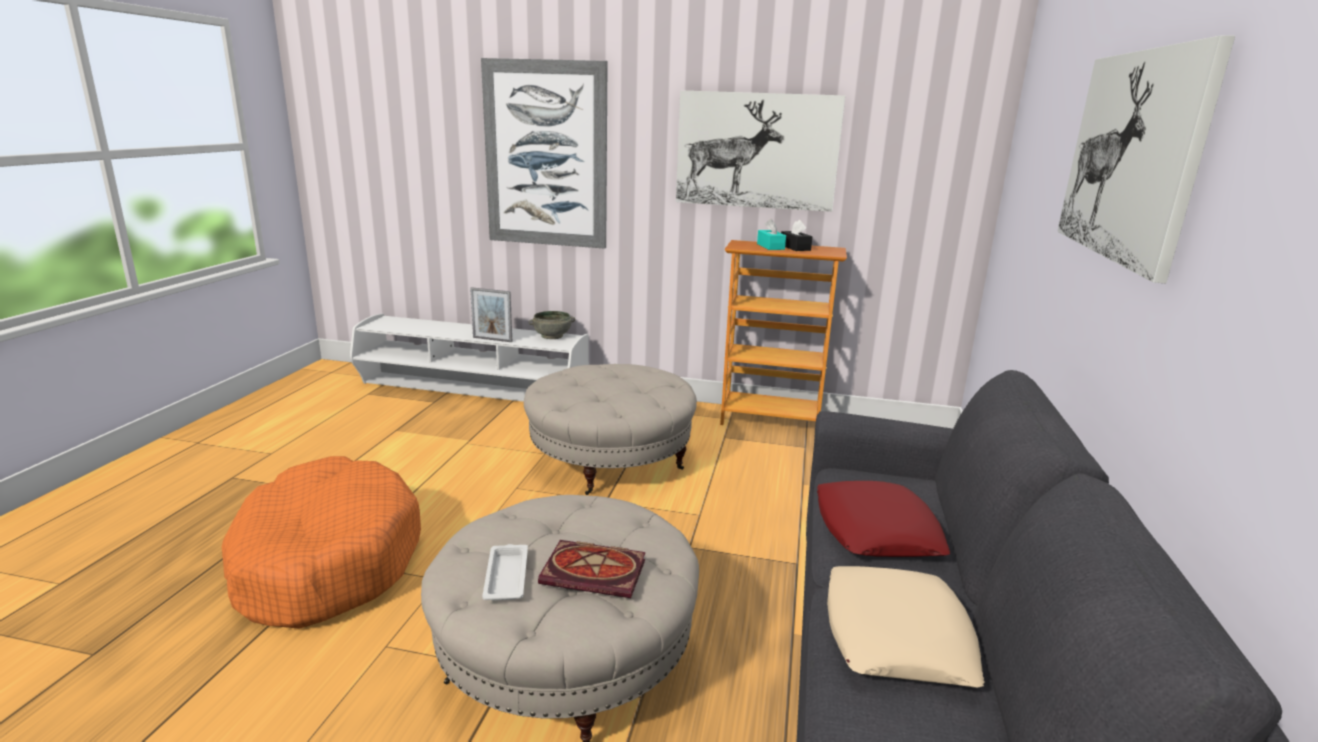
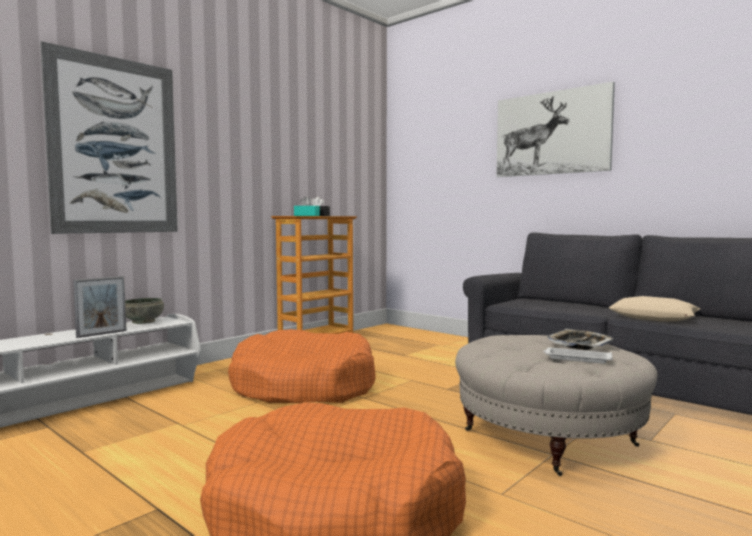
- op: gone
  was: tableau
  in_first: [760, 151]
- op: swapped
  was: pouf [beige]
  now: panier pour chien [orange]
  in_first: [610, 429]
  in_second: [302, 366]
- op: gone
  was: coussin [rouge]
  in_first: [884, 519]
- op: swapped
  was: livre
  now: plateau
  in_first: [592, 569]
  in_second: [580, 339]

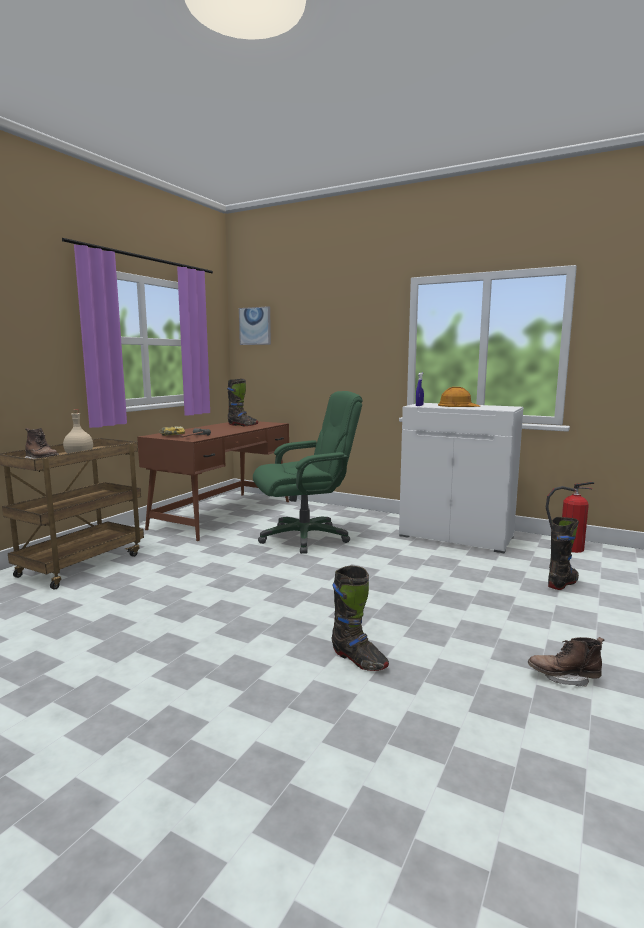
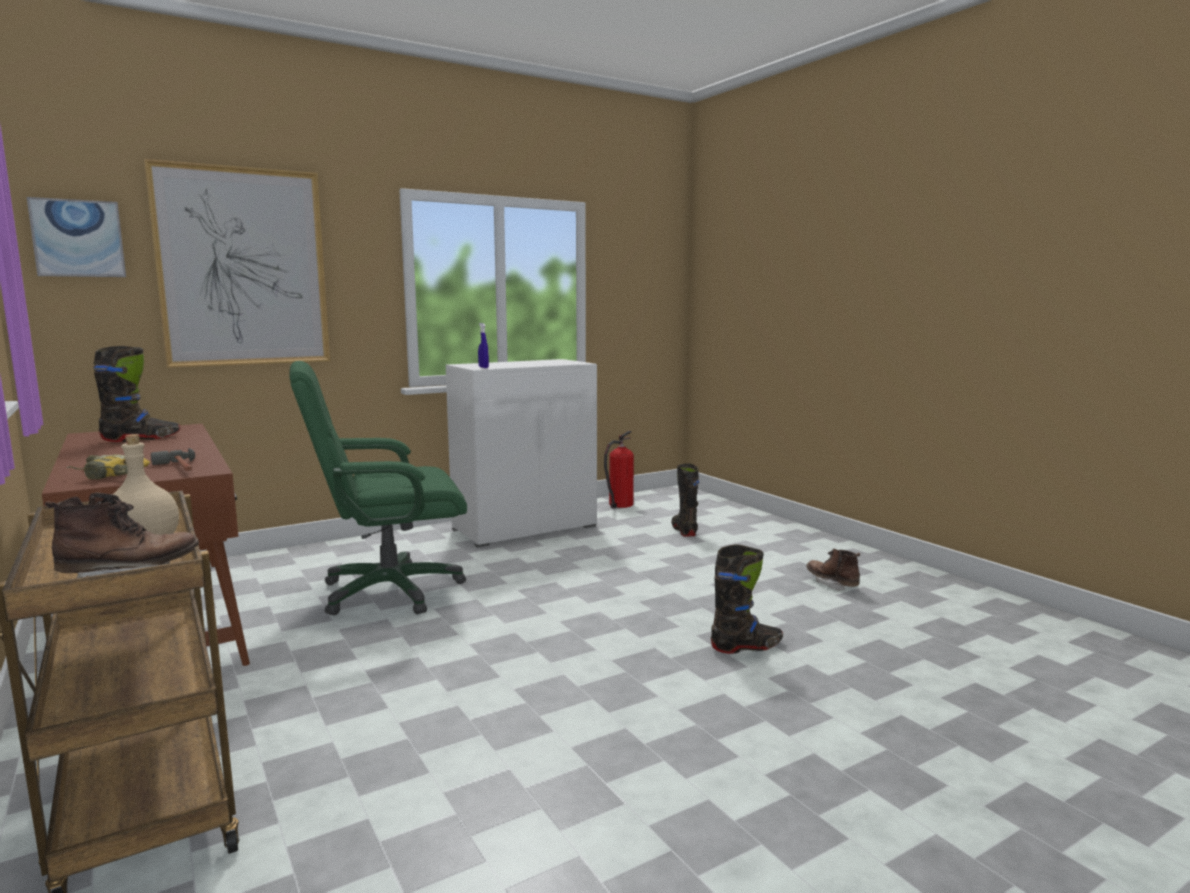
- op: gone
  was: casque de chantier [orange]
  in_first: [459, 397]
- op: rotated
  was: chaise de bureau [vert]
  in_first: [308, 472]
  in_second: [378, 488]
  clockwise: -120
- op: rotated
  was: botte [marron]
  in_first: [566, 662]
  in_second: [833, 570]
  clockwise: 105
- op: new
  now: tableau
  in_second: [237, 263]

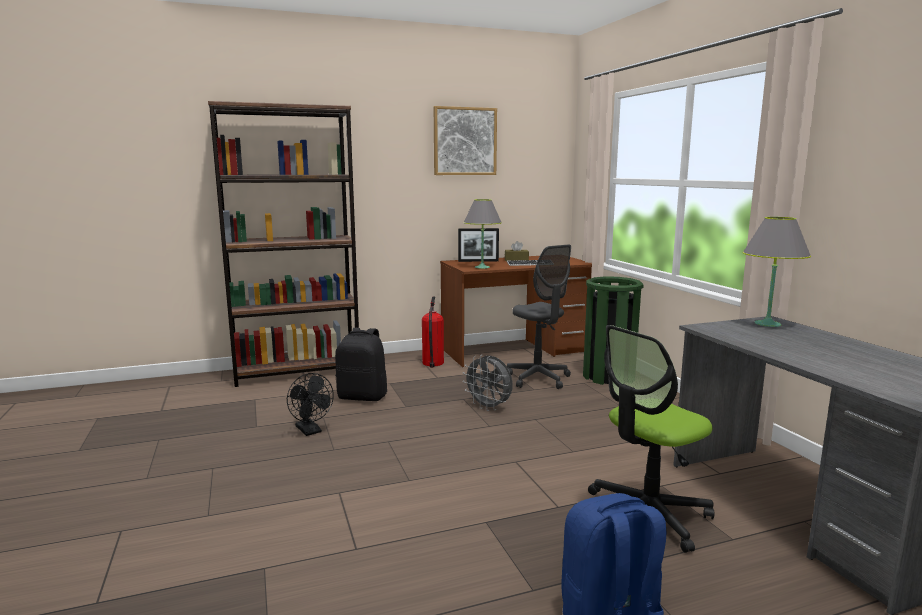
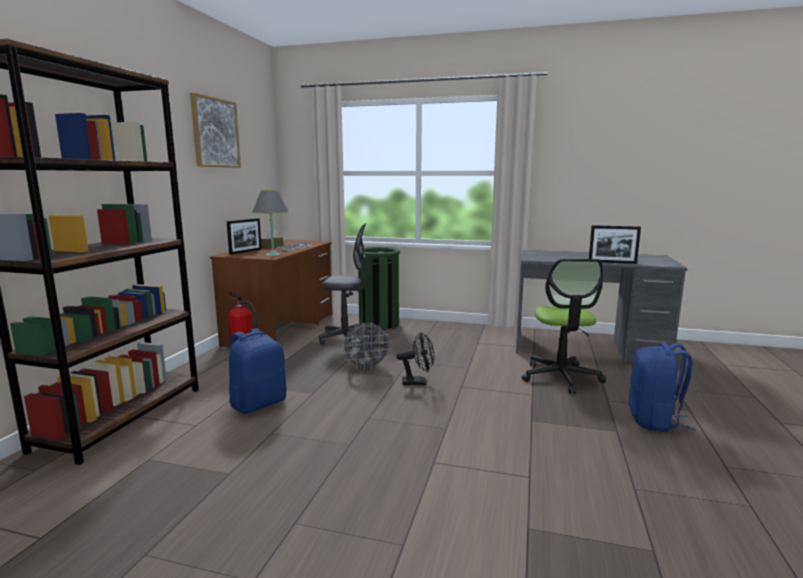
- op: gone
  was: lampe de table [gris]
  in_first: [776, 272]
- op: repainted
  was: sac à dos [noir]
  now: sac à dos [bleu]
  in_first: [361, 364]
  in_second: [257, 371]
- op: shifted
  was: ventilateur [noir]
  in_first: [310, 404]
  in_second: [415, 358]
- op: new
  now: cadre photo
  in_second: [615, 244]

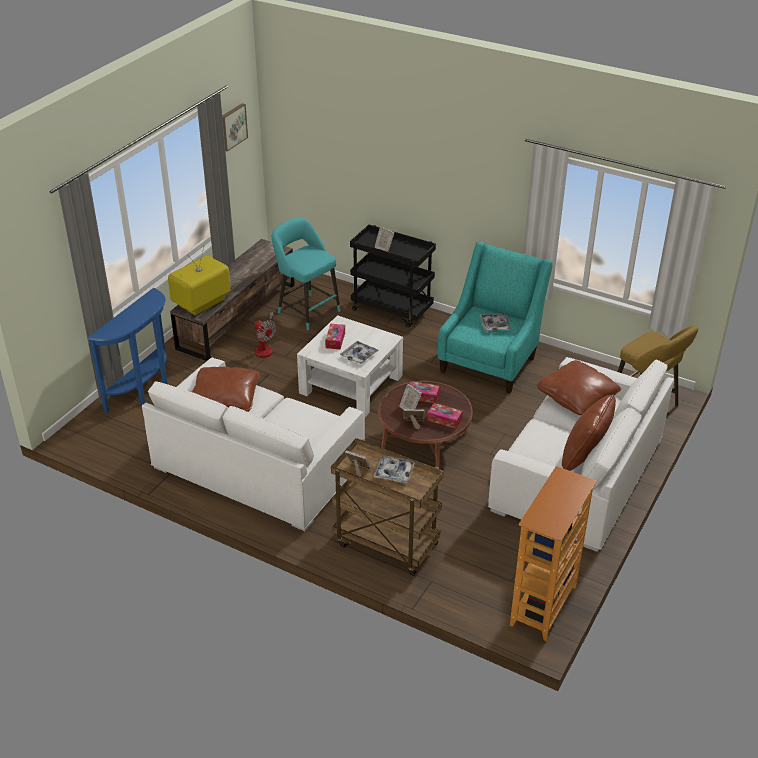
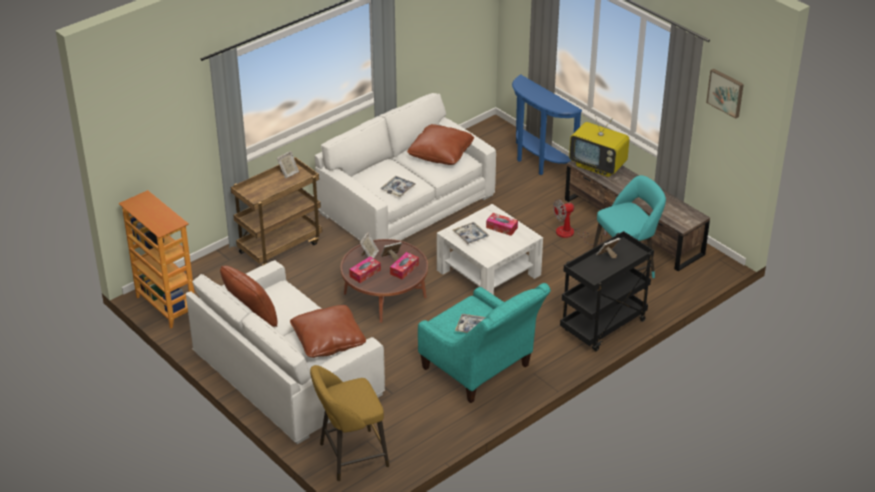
- op: rotated
  was: téléviseur
  in_first: [199, 281]
  in_second: [599, 144]
  clockwise: 150
- op: shifted
  was: plateau
  in_first: [394, 469]
  in_second: [398, 186]

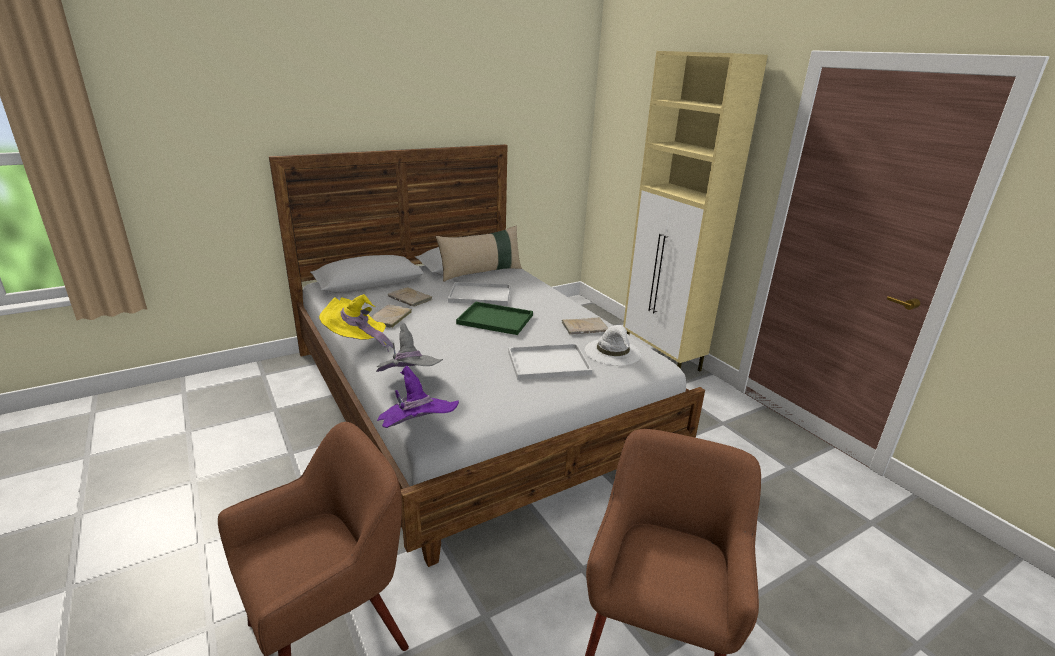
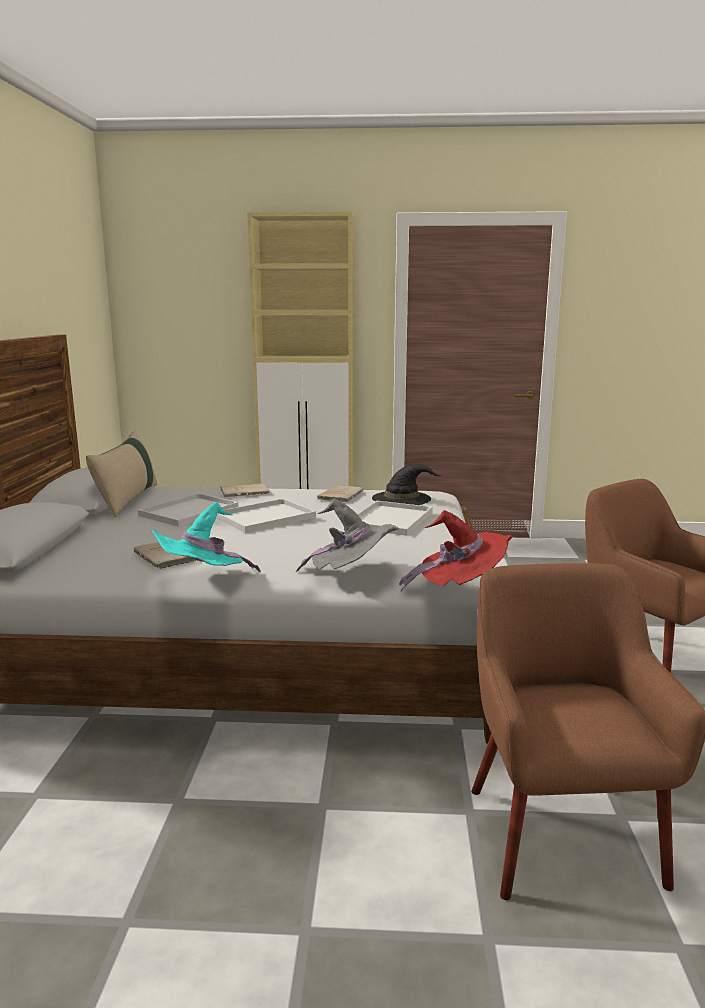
- op: shifted
  was: livre [beige]
  in_first: [410, 297]
  in_second: [244, 490]
- op: repainted
  was: chapeau [jaune]
  now: chapeau [turquoise]
  in_first: [356, 323]
  in_second: [206, 537]
- op: repainted
  was: plateau [vert]
  now: plateau [blanc]
  in_first: [494, 318]
  in_second: [266, 516]
- op: repainted
  was: chapeau [blanc]
  now: chapeau [noir]
  in_first: [613, 345]
  in_second: [407, 484]
- op: repainted
  was: chapeau [violet]
  now: chapeau [rouge]
  in_first: [418, 397]
  in_second: [456, 550]

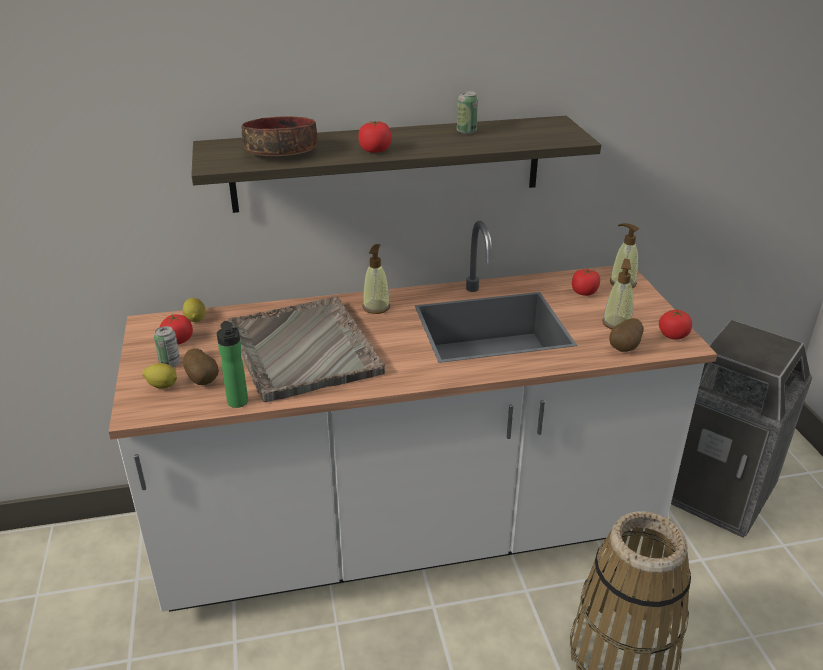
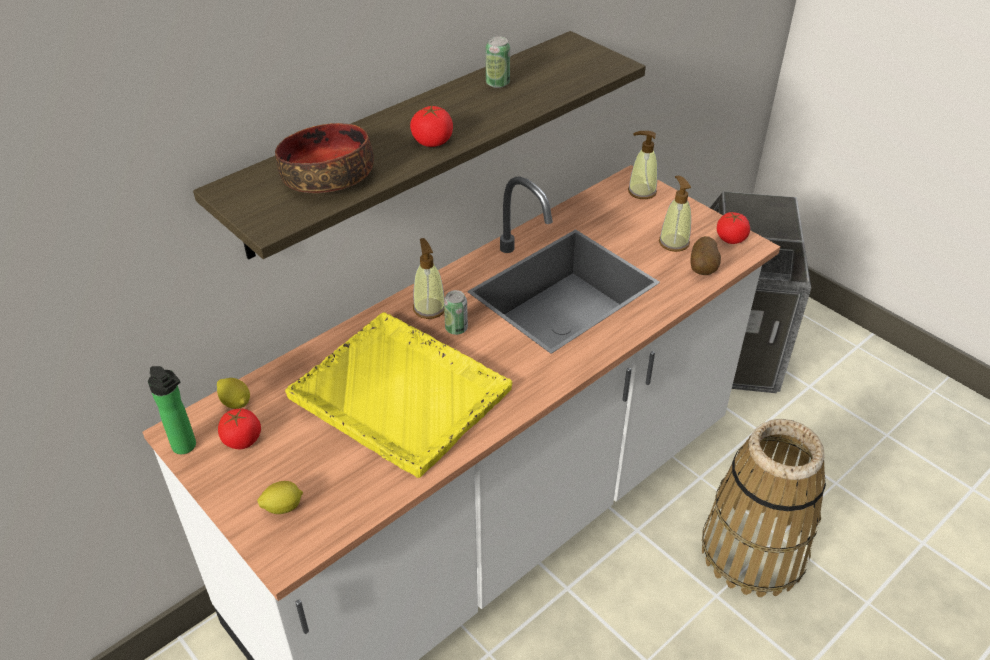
- op: gone
  was: tomate
  in_first: [586, 282]
- op: repainted
  was: plateau [gris]
  now: plateau [jaune]
  in_first: [306, 349]
  in_second: [398, 395]
- op: shifted
  was: bouteille
  in_first: [232, 364]
  in_second: [172, 410]
- op: shifted
  was: boîte métallique
  in_first: [167, 346]
  in_second: [456, 312]
- op: gone
  was: pomme de terre
  in_first: [201, 366]

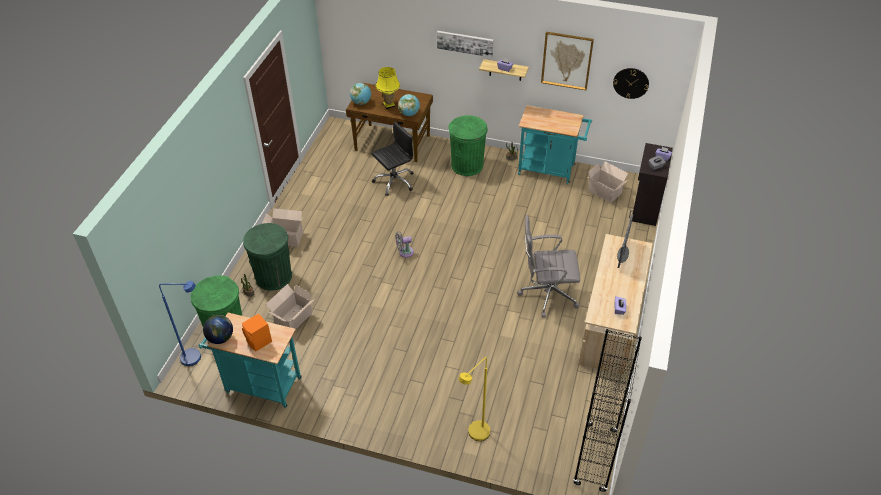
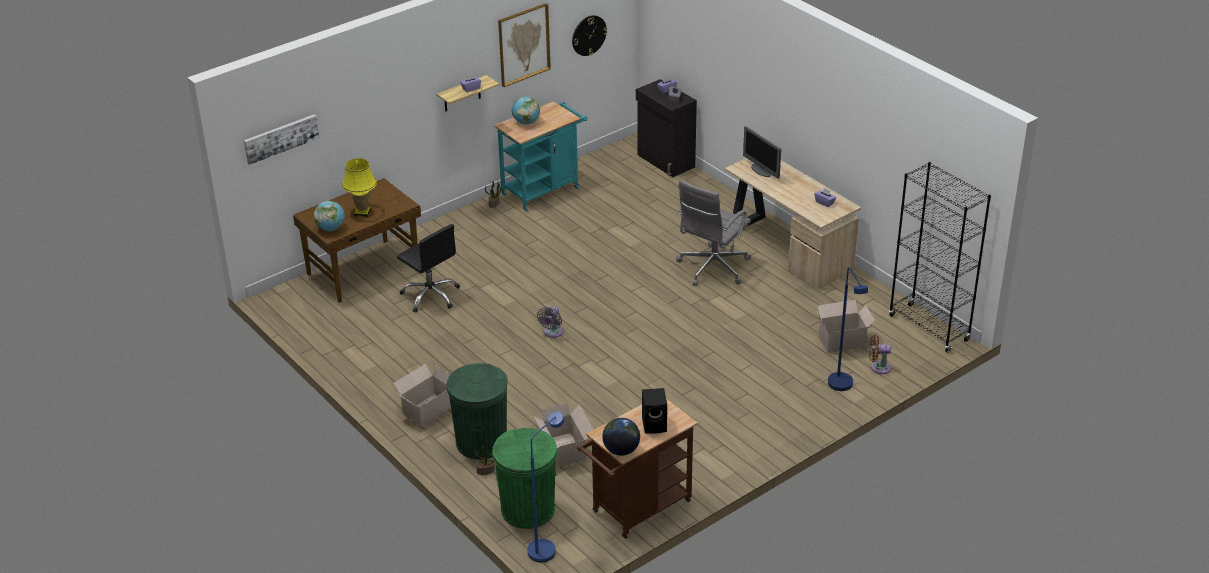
- op: shifted
  was: tableau
  in_first: [465, 44]
  in_second: [281, 139]
- op: shifted
  was: globe
  in_first: [409, 105]
  in_second: [526, 110]
- op: gone
  was: poubelle [vert]
  in_first: [468, 145]
- op: rotated
  was: chaise de bureau [noir]
  in_first: [392, 158]
  in_second: [428, 268]
  clockwise: 135
- op: shifted
  was: carton
  in_first: [608, 182]
  in_second: [846, 326]
- op: repainted
  was: chariot [turquoise]
  now: chariot [marron]
  in_first: [250, 360]
  in_second: [638, 469]
- op: repainted
  was: enceinte [orange]
  now: enceinte [noir]
  in_first: [257, 332]
  in_second: [654, 411]
- op: repainted
  was: lampadaire [jaune]
  now: lampadaire [bleu]
  in_first: [474, 399]
  in_second: [848, 329]
- op: new
  now: ventilateur [marron]
  in_second: [880, 354]

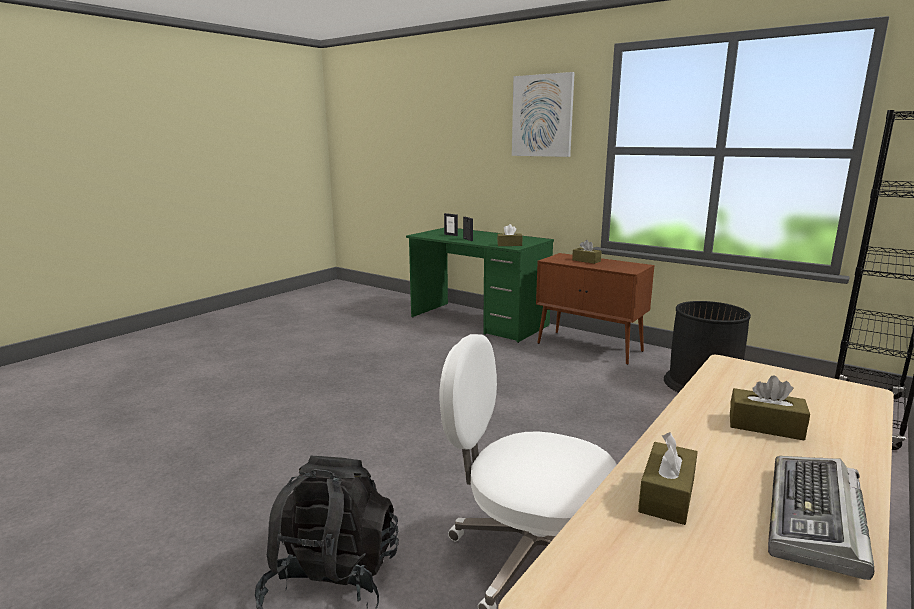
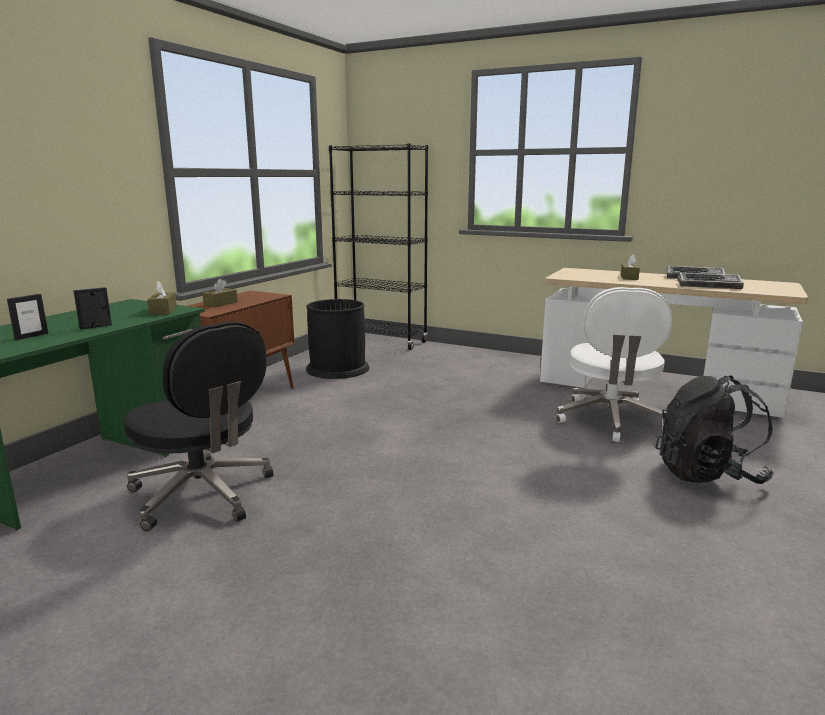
- op: gone
  was: tableau
  in_first: [543, 114]
- op: swapped
  was: boîte à mouchoirs [marron]
  now: clavier
  in_first: [668, 478]
  in_second: [710, 281]
- op: new
  now: chaise de bureau [noir]
  in_second: [198, 426]

